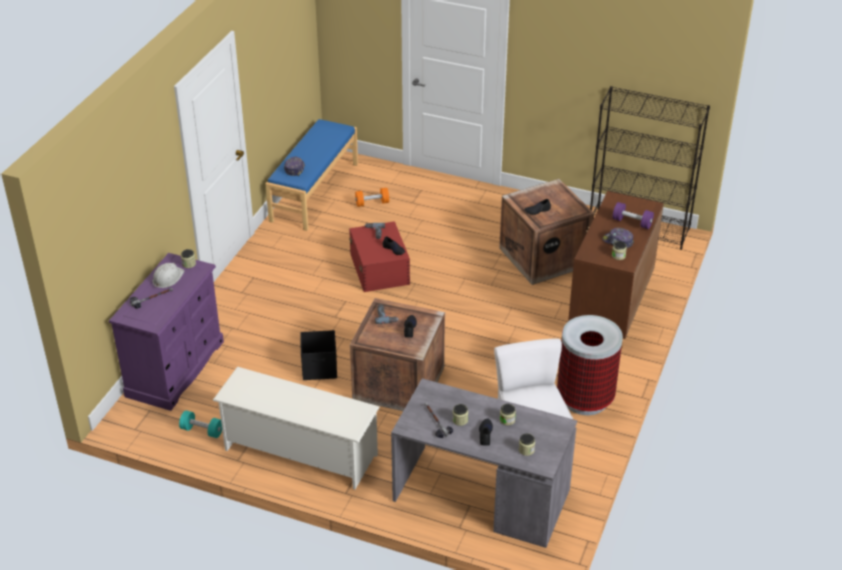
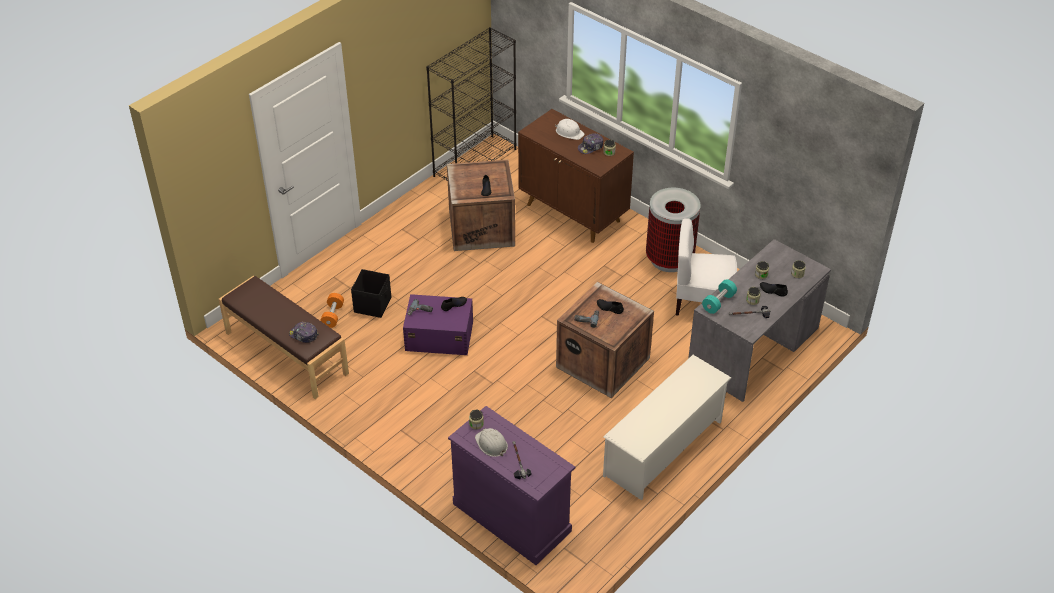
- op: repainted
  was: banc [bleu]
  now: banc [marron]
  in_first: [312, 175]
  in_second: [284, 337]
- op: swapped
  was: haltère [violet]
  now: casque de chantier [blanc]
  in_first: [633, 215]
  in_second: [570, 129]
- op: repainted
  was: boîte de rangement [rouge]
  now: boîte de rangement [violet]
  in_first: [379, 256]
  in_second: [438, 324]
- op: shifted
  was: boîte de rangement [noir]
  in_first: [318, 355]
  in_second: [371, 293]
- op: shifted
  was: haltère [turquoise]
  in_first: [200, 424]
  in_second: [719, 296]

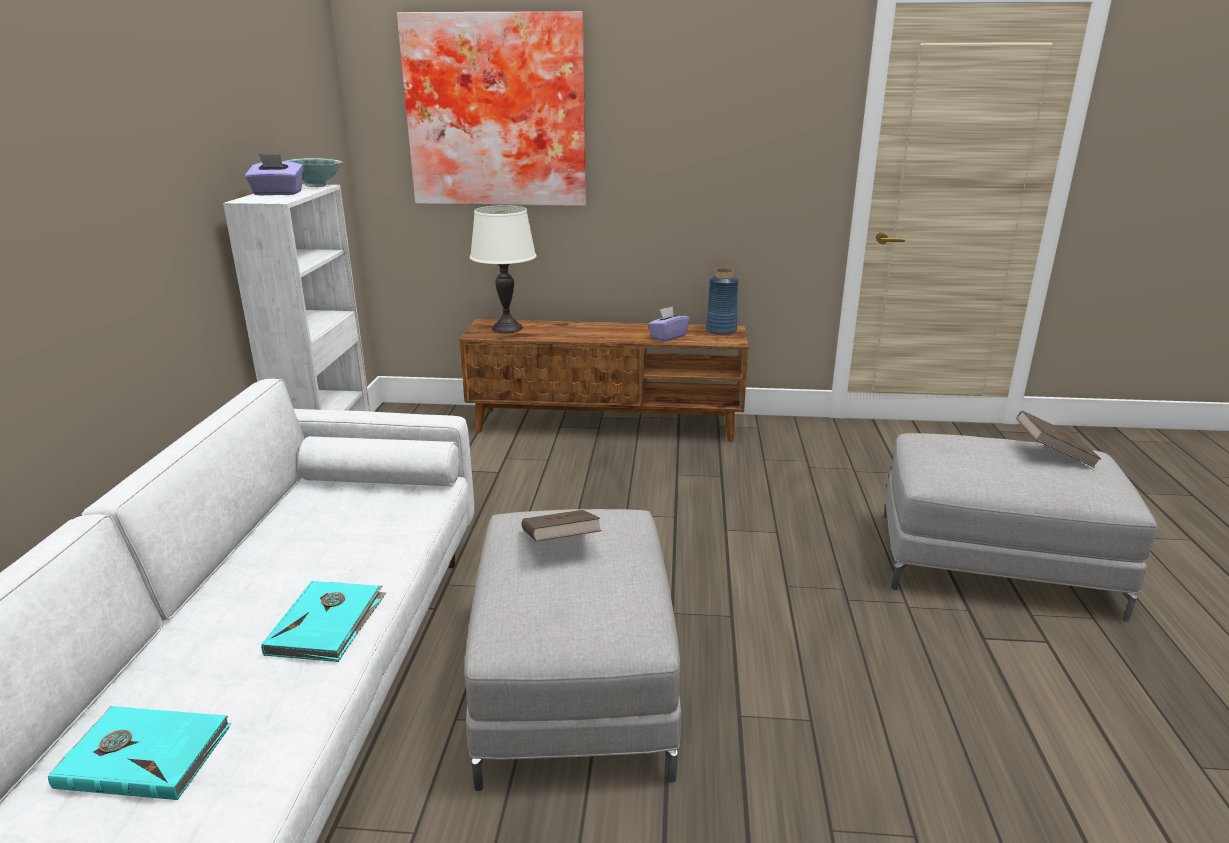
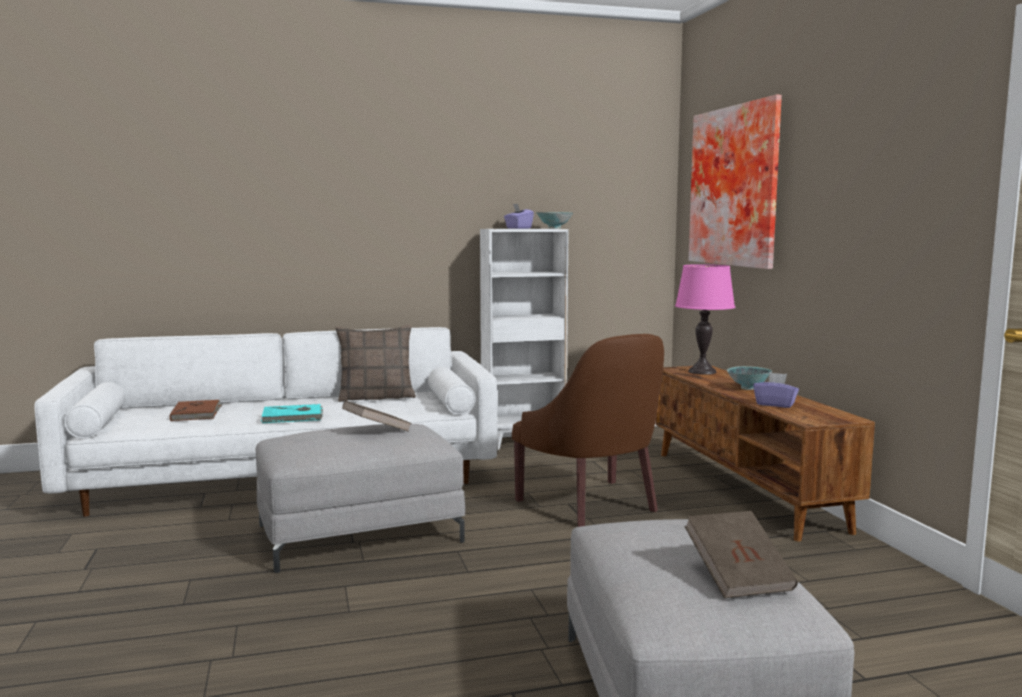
- op: repainted
  was: lampe de table [blanc]
  now: lampe de table [rose]
  in_first: [503, 269]
  in_second: [705, 319]
- op: gone
  was: vase [bleu]
  in_first: [722, 301]
- op: repainted
  was: livre [turquoise]
  now: livre [marron]
  in_first: [139, 753]
  in_second: [196, 410]
- op: new
  now: coussin
  in_second: [375, 363]
- op: new
  now: fauteuil [marron]
  in_second: [588, 430]
- op: new
  now: bol
  in_second: [749, 378]

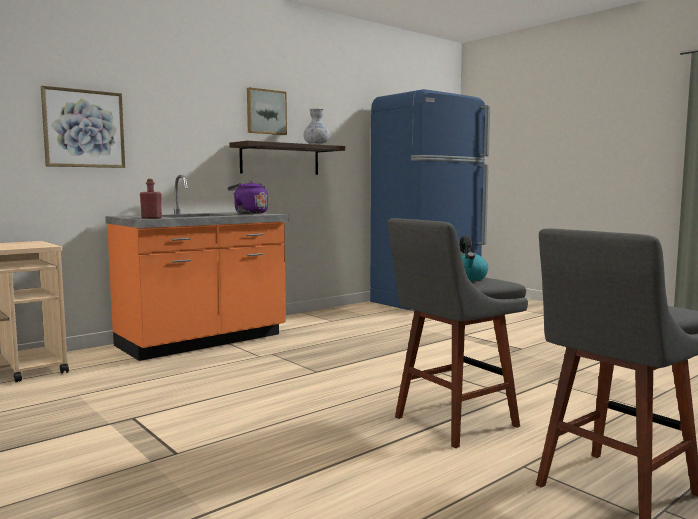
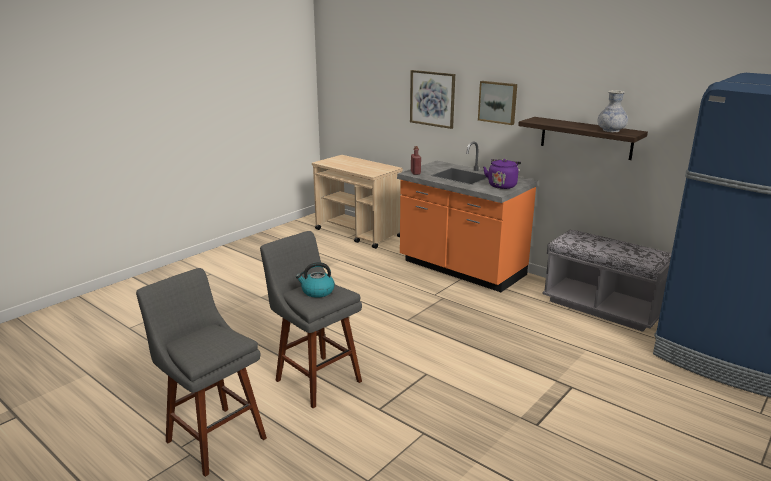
- op: shifted
  was: tableau
  in_first: [267, 111]
  in_second: [497, 103]
- op: new
  now: banc [gris]
  in_second: [607, 281]

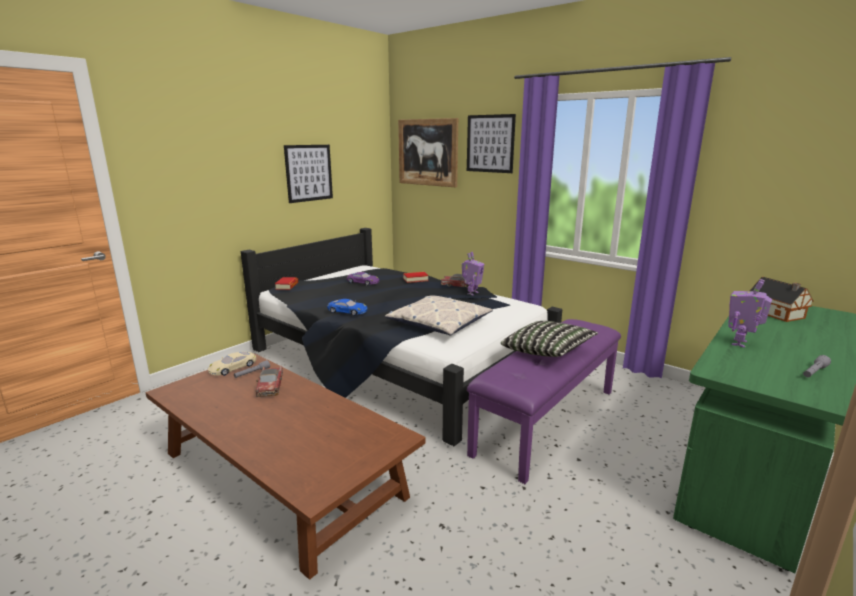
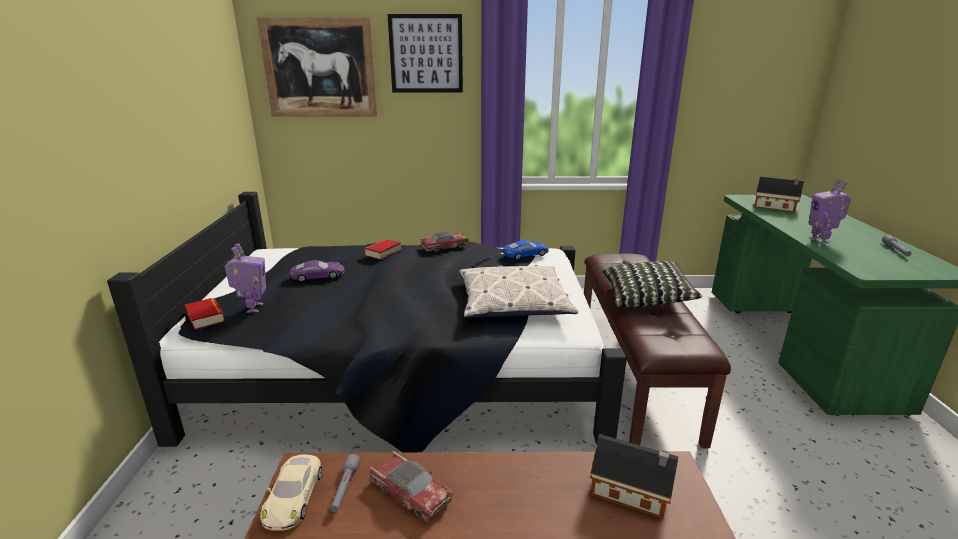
- op: gone
  was: tableau
  in_first: [308, 174]
- op: shifted
  was: robot jouet
  in_first: [473, 273]
  in_second: [245, 278]
- op: shifted
  was: petite voiture [bleu]
  in_first: [347, 307]
  in_second: [526, 250]
- op: repainted
  was: banc [violet]
  now: banc [marron]
  in_first: [544, 401]
  in_second: [657, 350]
- op: new
  now: maison miniature
  in_second: [634, 476]

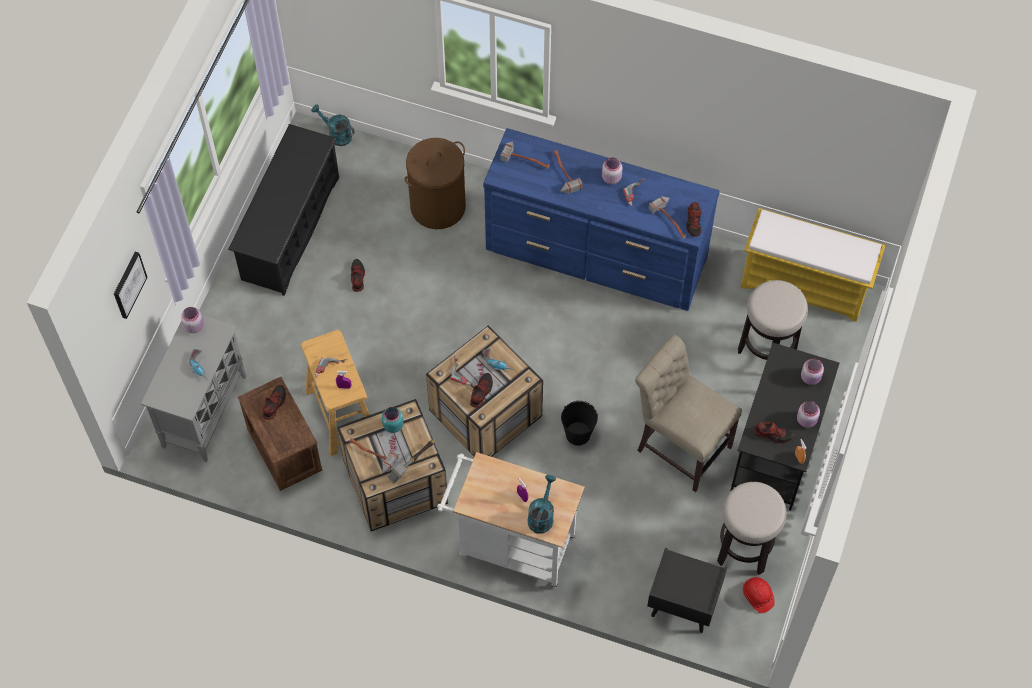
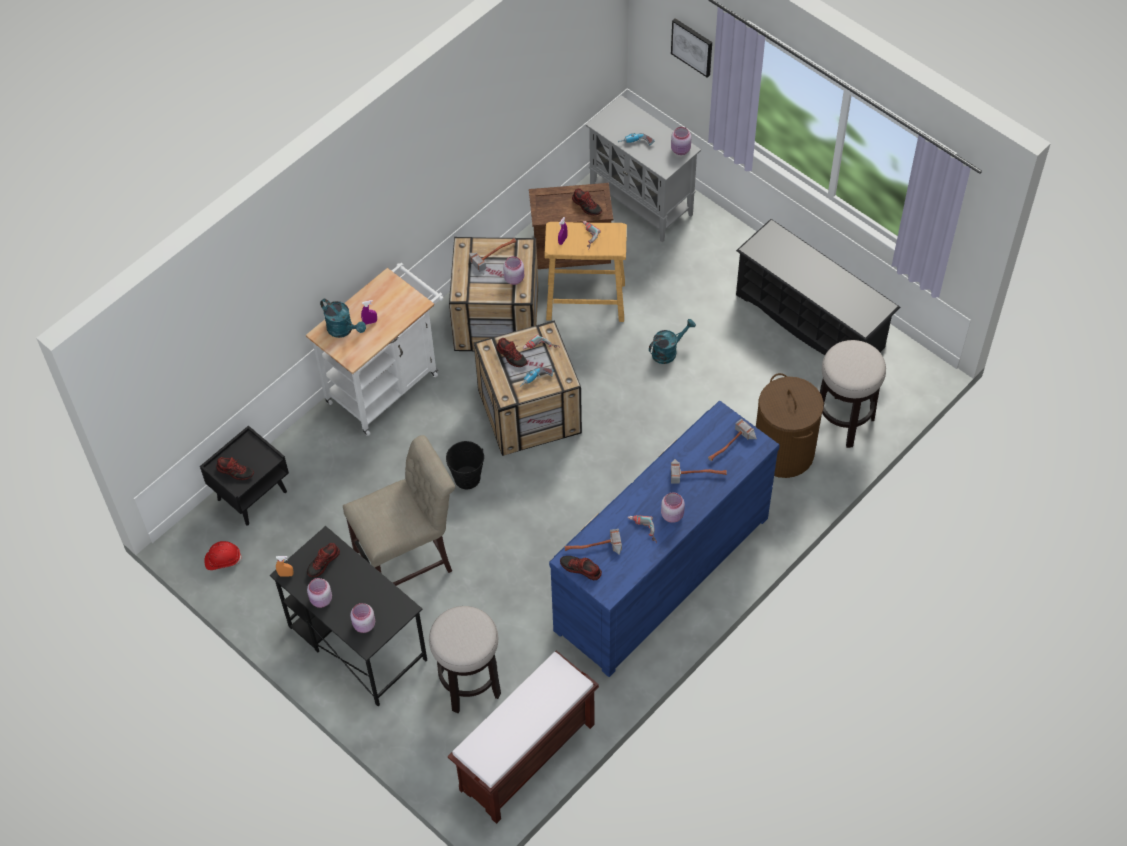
- op: shifted
  was: arrosoir [turquoise]
  in_first: [333, 125]
  in_second: [672, 341]
- op: repainted
  was: banc [jaune]
  now: banc [marron]
  in_first: [813, 265]
  in_second: [523, 737]
- op: shifted
  was: chaussure
  in_first: [358, 275]
  in_second: [235, 468]
- op: repainted
  was: bocal [turquoise]
  now: bocal [rose]
  in_first: [392, 420]
  in_second: [513, 270]
- op: gone
  was: marteau
  in_first: [411, 462]
- op: shifted
  was: tabouret
  in_first: [752, 528]
  in_second: [853, 394]

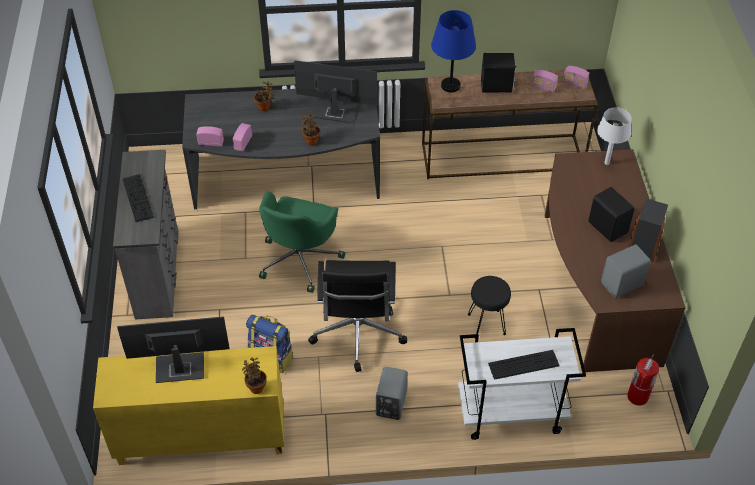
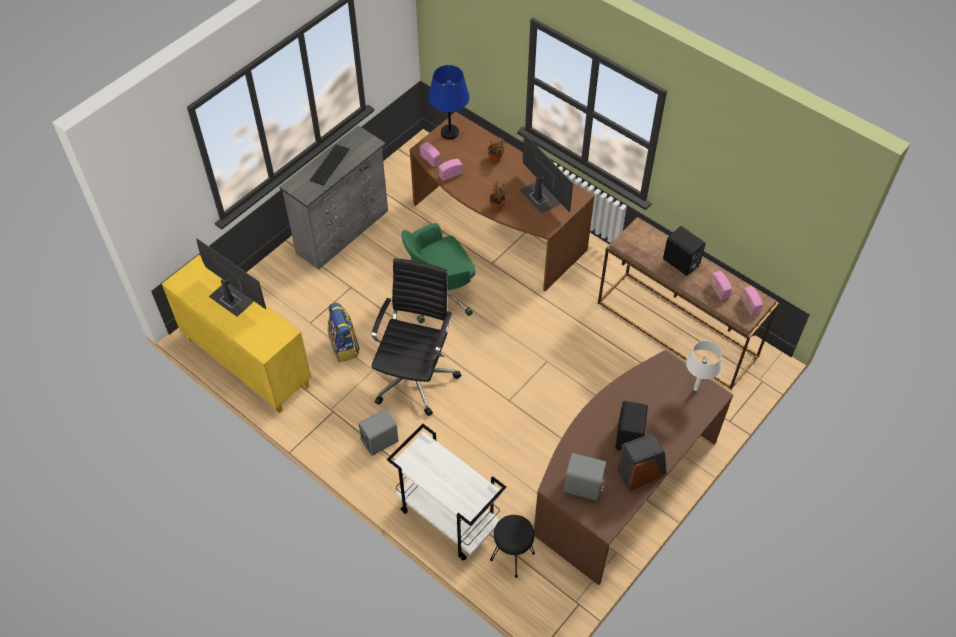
- op: shifted
  was: lampe de table [bleu]
  in_first: [453, 51]
  in_second: [449, 102]
- op: repainted
  was: bureau [gris]
  now: bureau [marron]
  in_first: [281, 149]
  in_second: [502, 202]
- op: rotated
  was: chaise de bureau [noir]
  in_first: [357, 316]
  in_second: [416, 337]
  clockwise: 150
- op: shifted
  was: tabouret [noir]
  in_first: [489, 305]
  in_second: [512, 546]
- op: gone
  was: clavier
  in_first: [524, 365]
- op: gone
  was: extincteur
  in_first: [643, 380]
- op: gone
  was: plante en pot
  in_first: [254, 376]

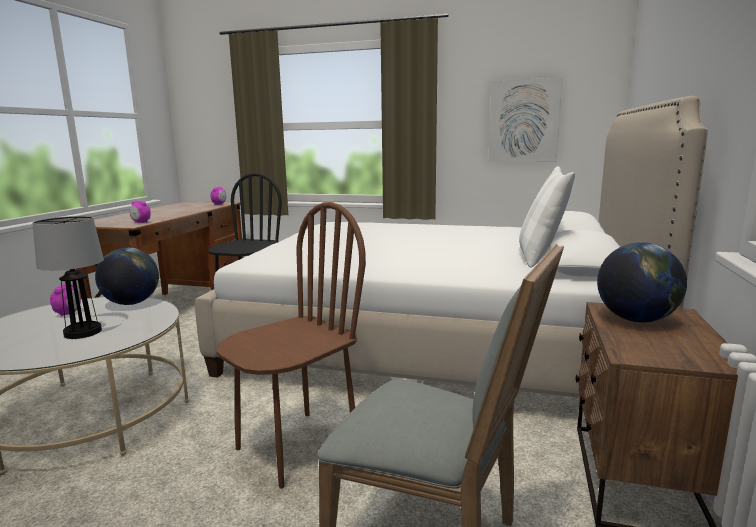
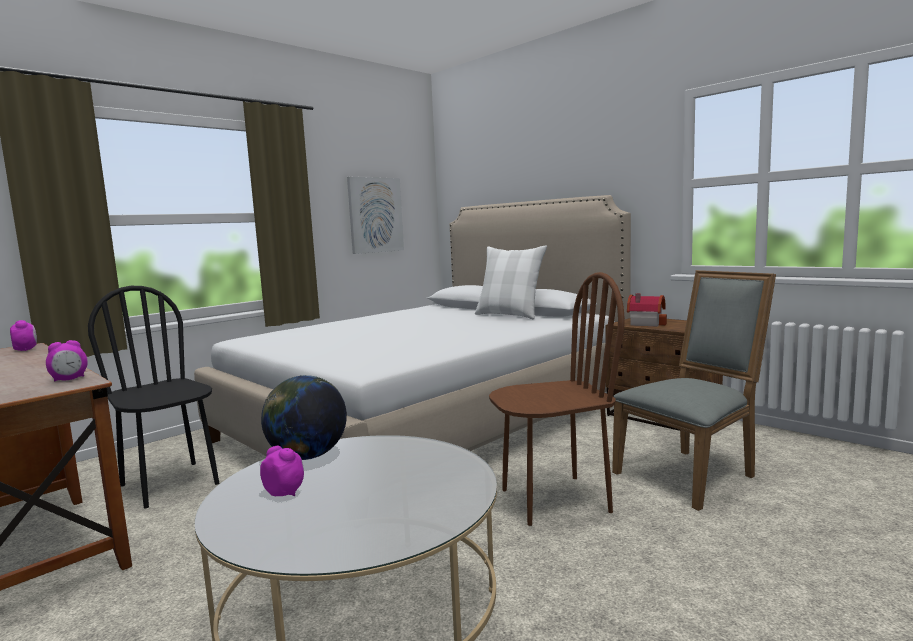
- op: rotated
  was: chaise [marron]
  in_first: [291, 345]
  in_second: [557, 399]
  clockwise: 90
- op: gone
  was: lampe de table
  in_first: [68, 277]
- op: swapped
  was: globe
  now: maison miniature
  in_first: [642, 282]
  in_second: [647, 310]

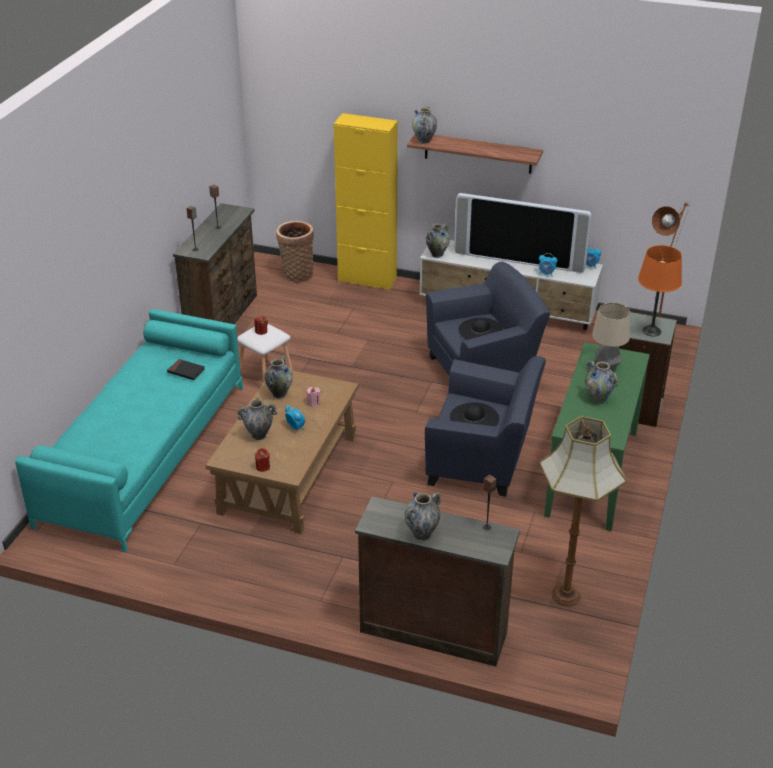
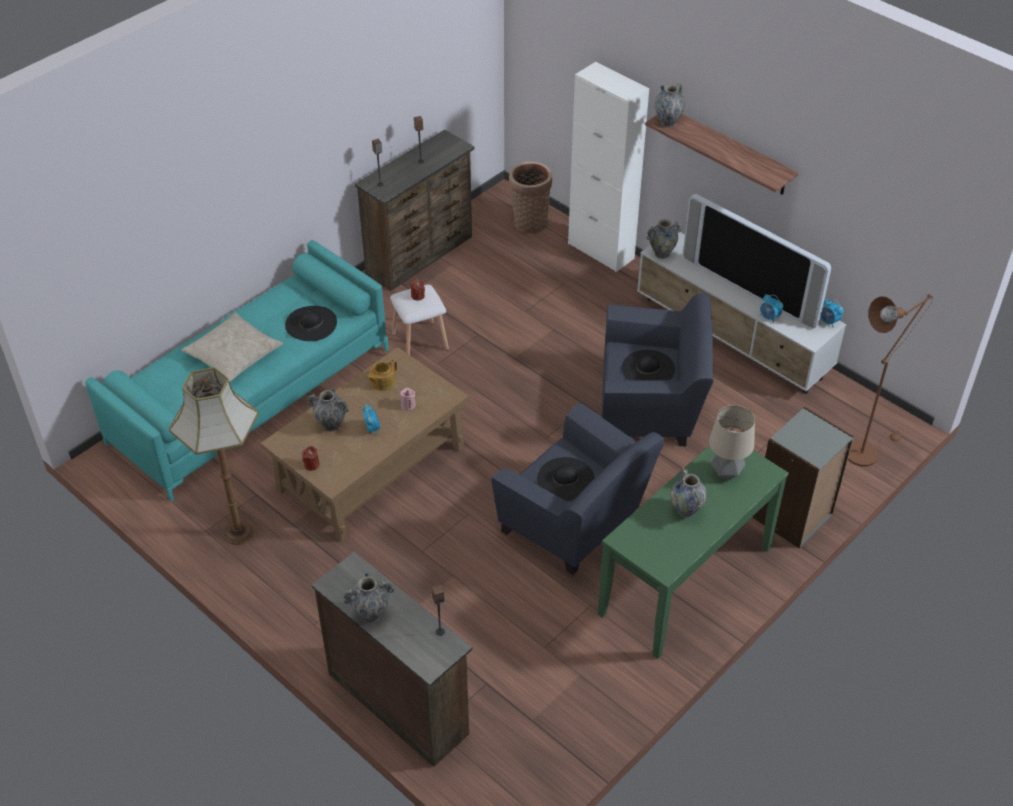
- op: repainted
  was: meuble de rangement [jaune]
  now: meuble de rangement [blanc]
  in_first: [366, 201]
  in_second: [608, 167]
- op: gone
  was: lampe de table [orange]
  in_first: [660, 291]
- op: swapped
  was: vase
  now: théière
  in_first: [278, 377]
  in_second: [381, 375]
- op: swapped
  was: livre [noir]
  now: chapeau [noir]
  in_first: [186, 369]
  in_second: [311, 323]
- op: shifted
  was: lampadaire
  in_first: [583, 511]
  in_second: [214, 456]
- op: new
  now: coussin [beige]
  in_second: [232, 347]

